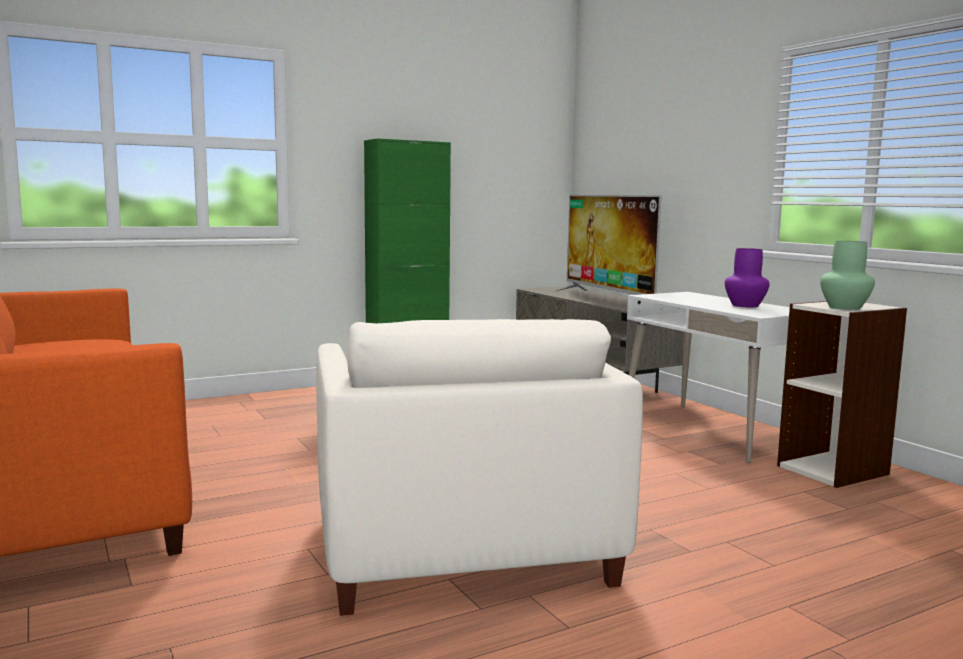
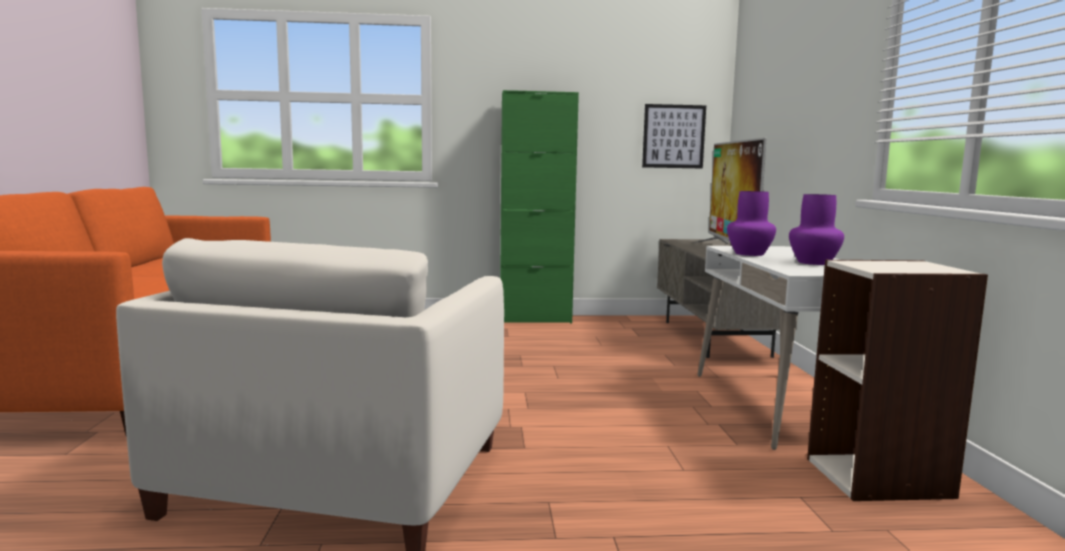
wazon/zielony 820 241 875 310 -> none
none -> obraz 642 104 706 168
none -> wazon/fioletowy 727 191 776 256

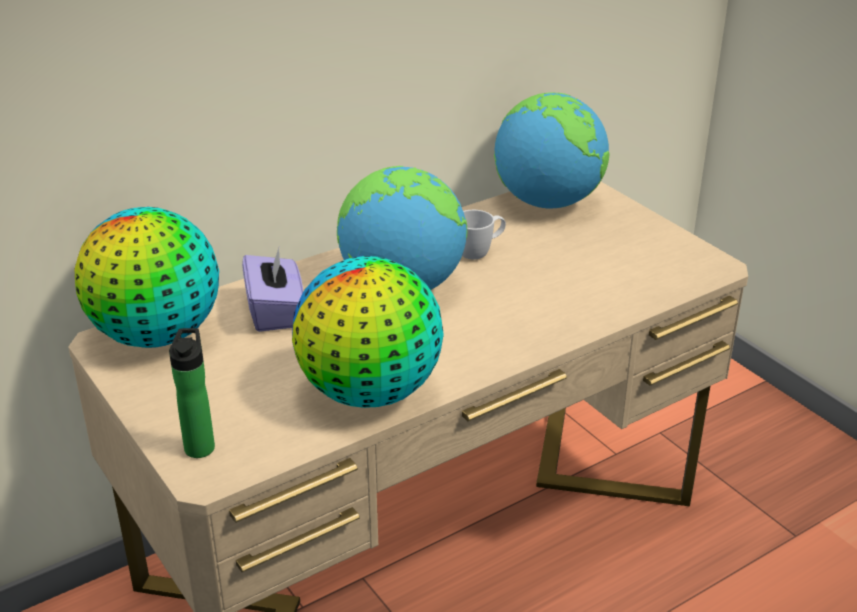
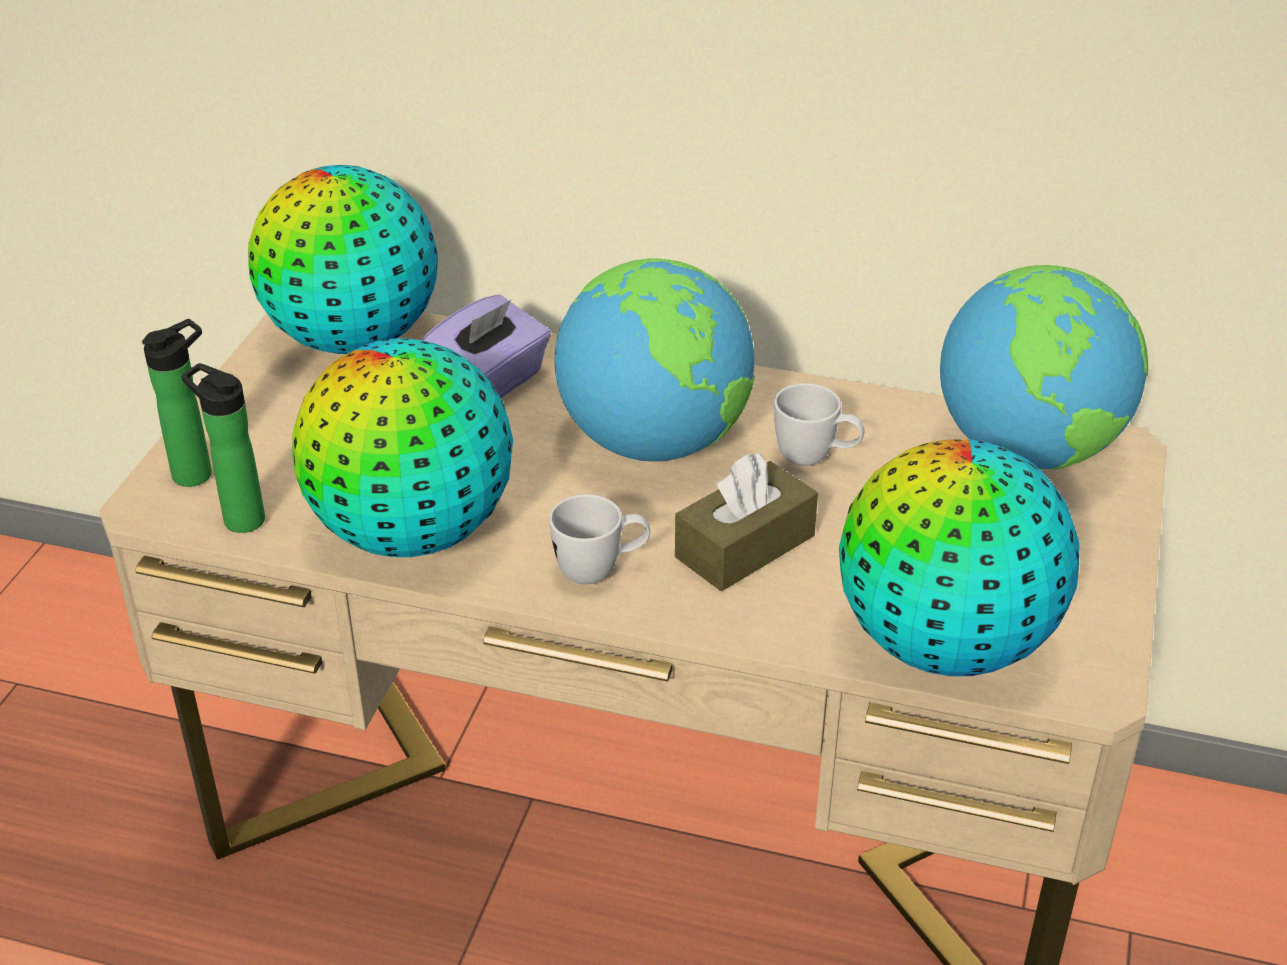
none -> butelka 181 363 265 533
none -> globus 839 439 1080 676
none -> pudełko chusteczek/brązowy 675 453 818 591
none -> kubek/biały 549 494 650 584

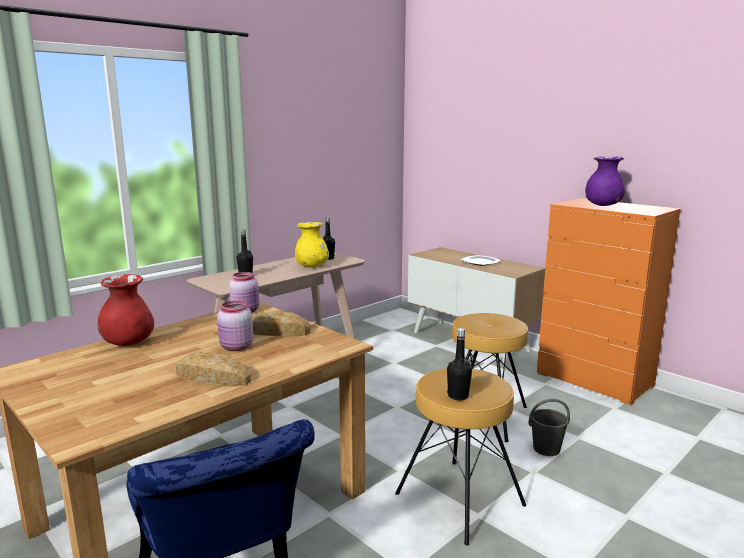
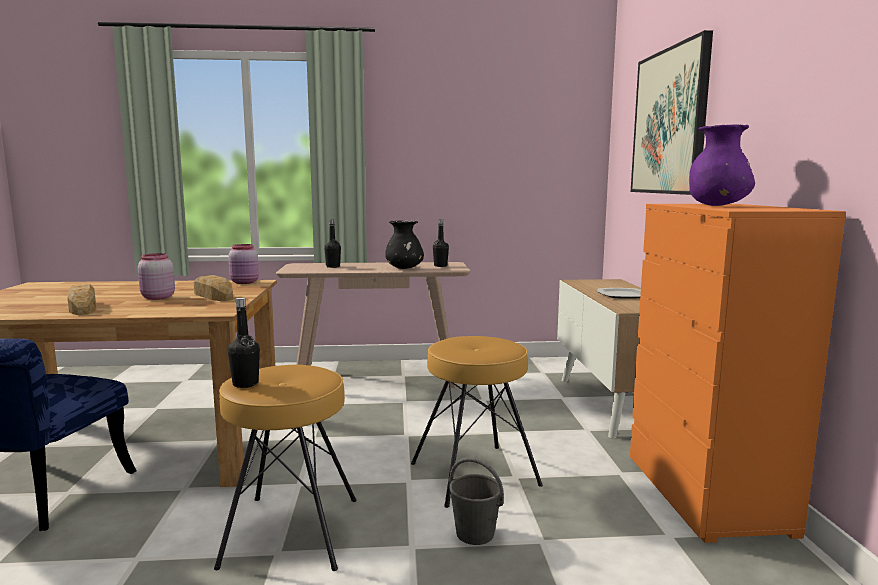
wazon/żółty 295 222 329 268 -> wazon/czarny 385 220 424 269
wazon/czerwony 98 274 154 346 -> none
none -> obraz 631 30 713 195

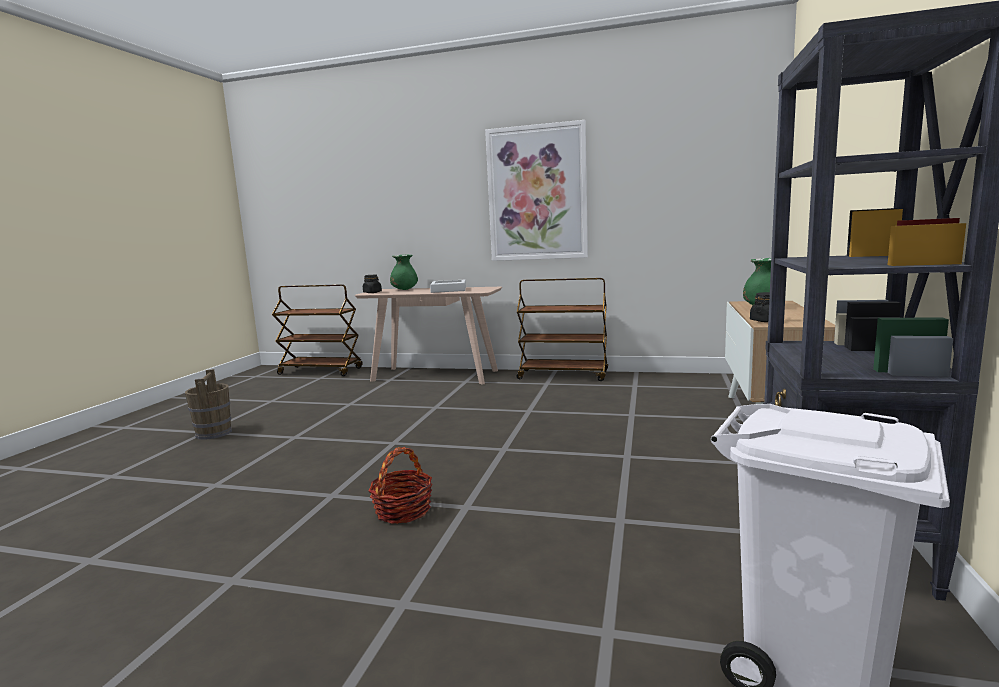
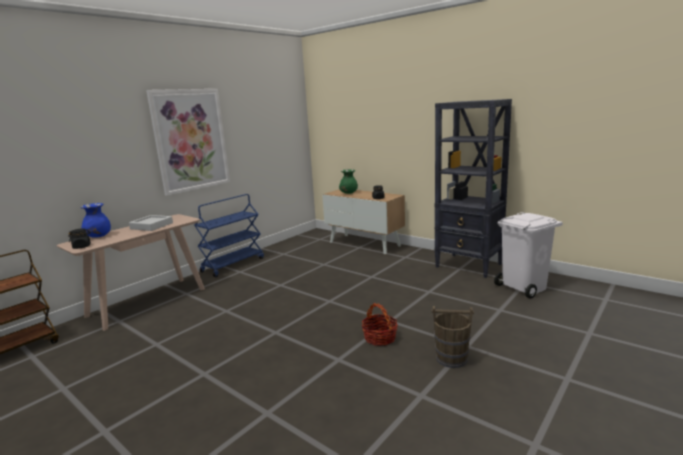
wazon/zielony 390 254 418 290 -> wazon/niebieski 81 203 111 238
wózek/brązowy 516 278 608 381 -> wózek/niebieski 194 194 264 277
wiadro/brązowy 185 369 232 440 -> wiadro/brązowy 431 306 474 368, relocated

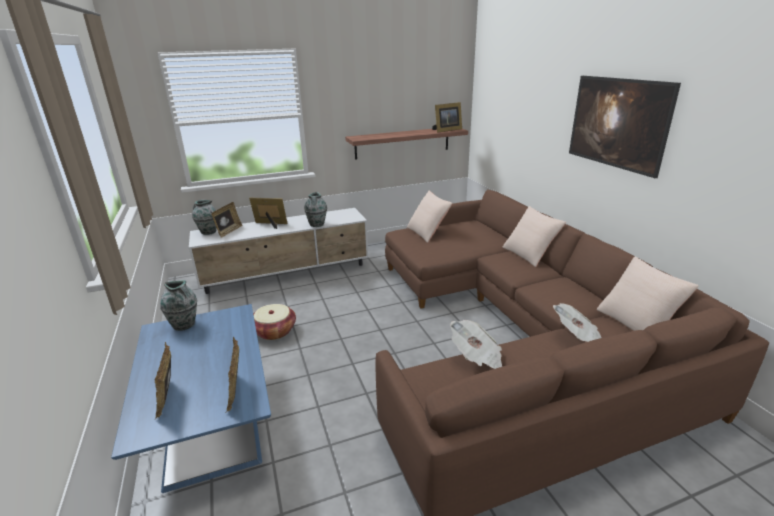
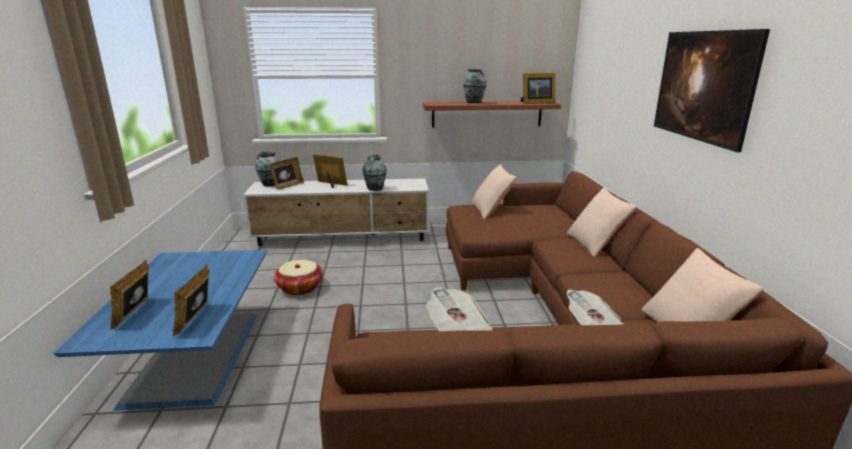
wazon 160 280 197 331 -> wazon 463 69 487 103, relocated

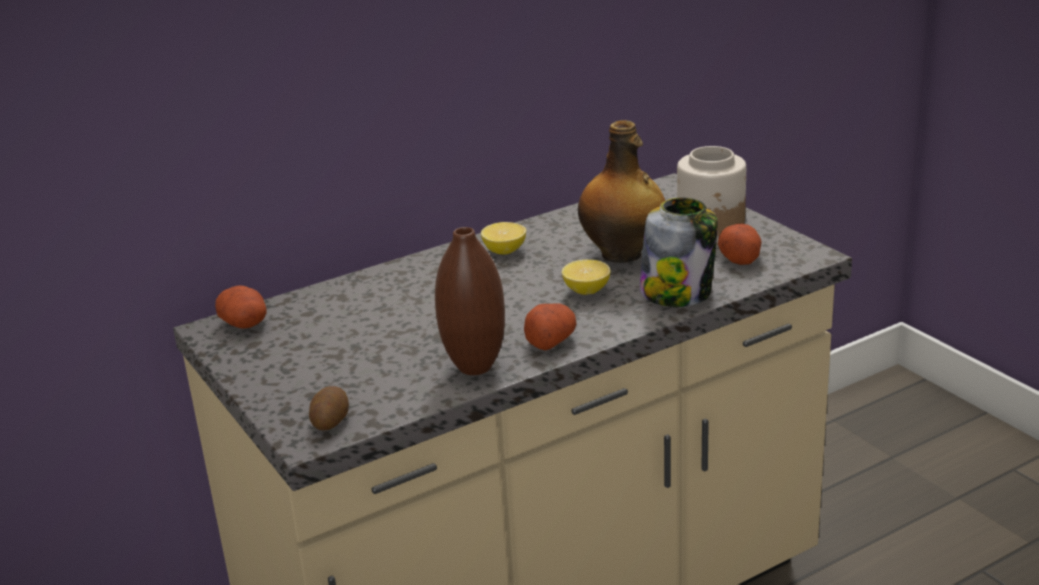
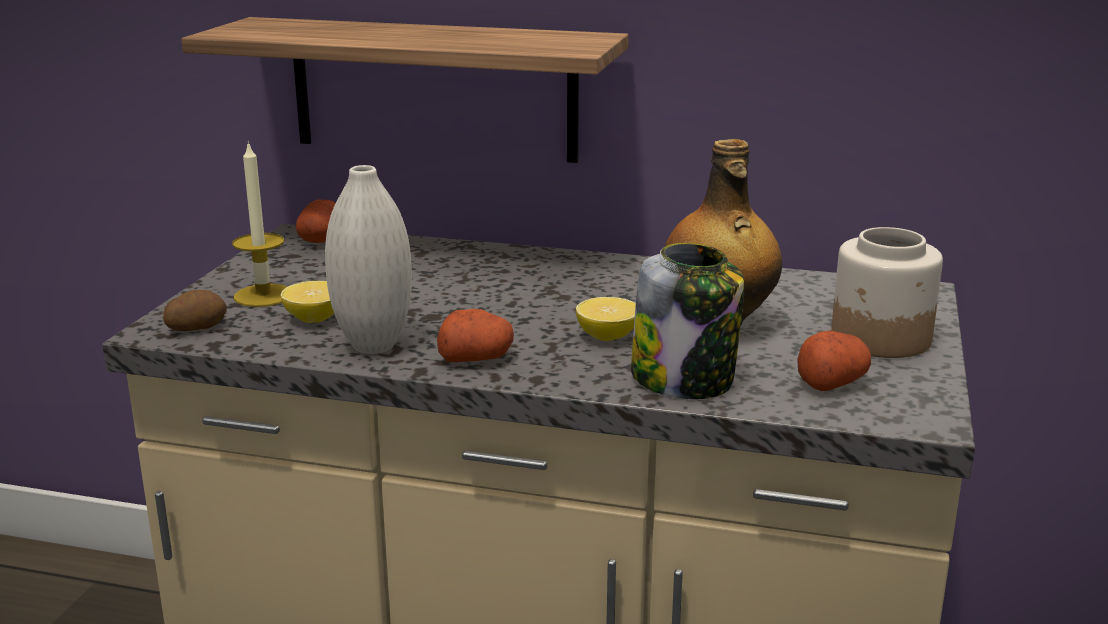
cytryna 481 222 526 254 -> cytryna 281 281 334 323, relocated
wazon/brązowy 435 227 505 375 -> wazon/biały 325 165 412 354
none -> półka 181 17 629 163
none -> świeca 232 141 288 307

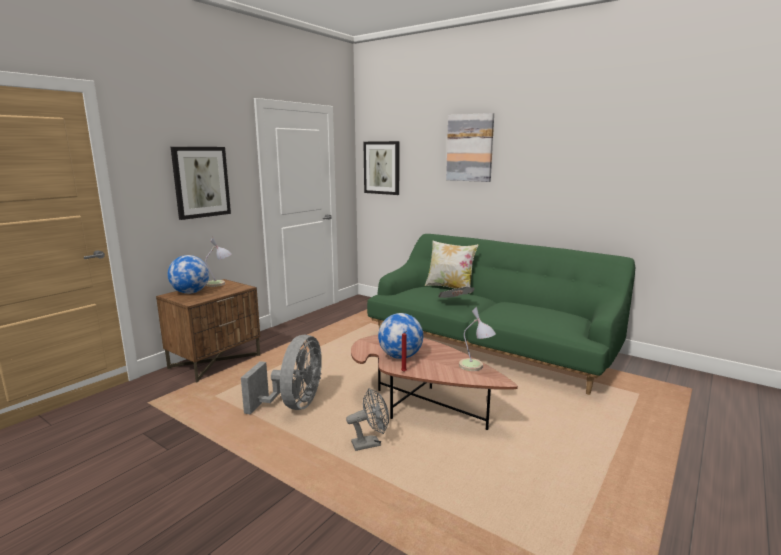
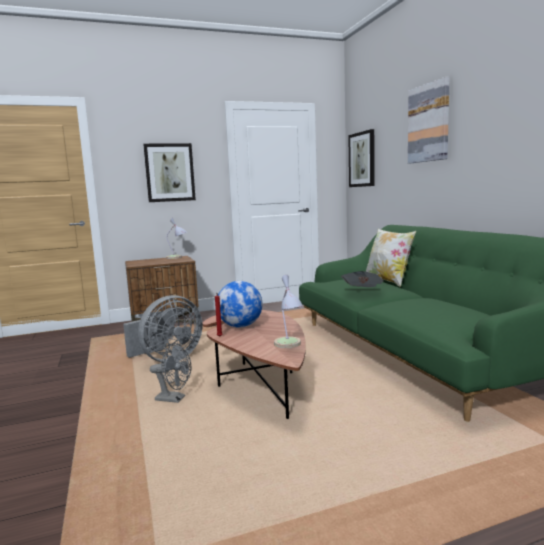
globus 167 255 209 294 -> none

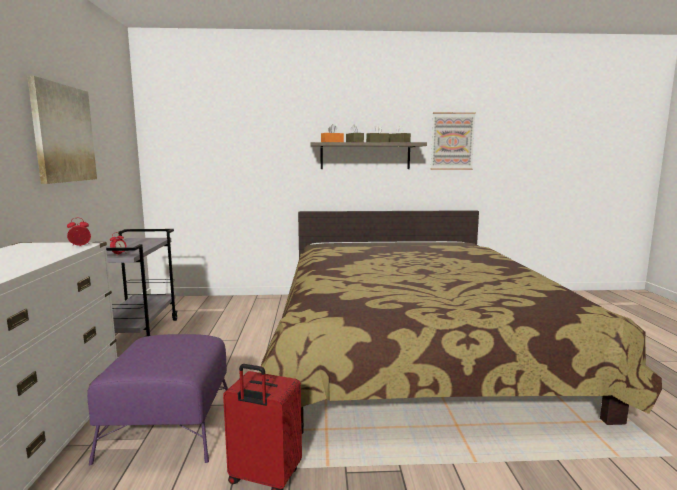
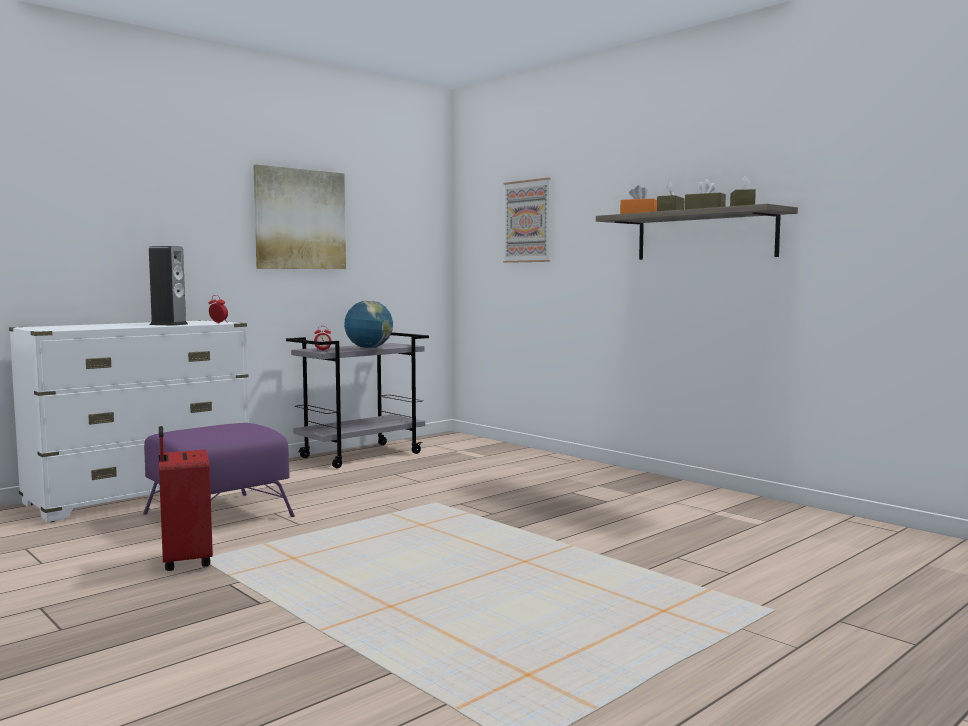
obraz 430 112 476 170 -> obraz 503 178 550 263, relocated
łóżko 259 210 662 434 -> none
none -> głośnik 149 246 188 326
none -> globus 344 300 393 349

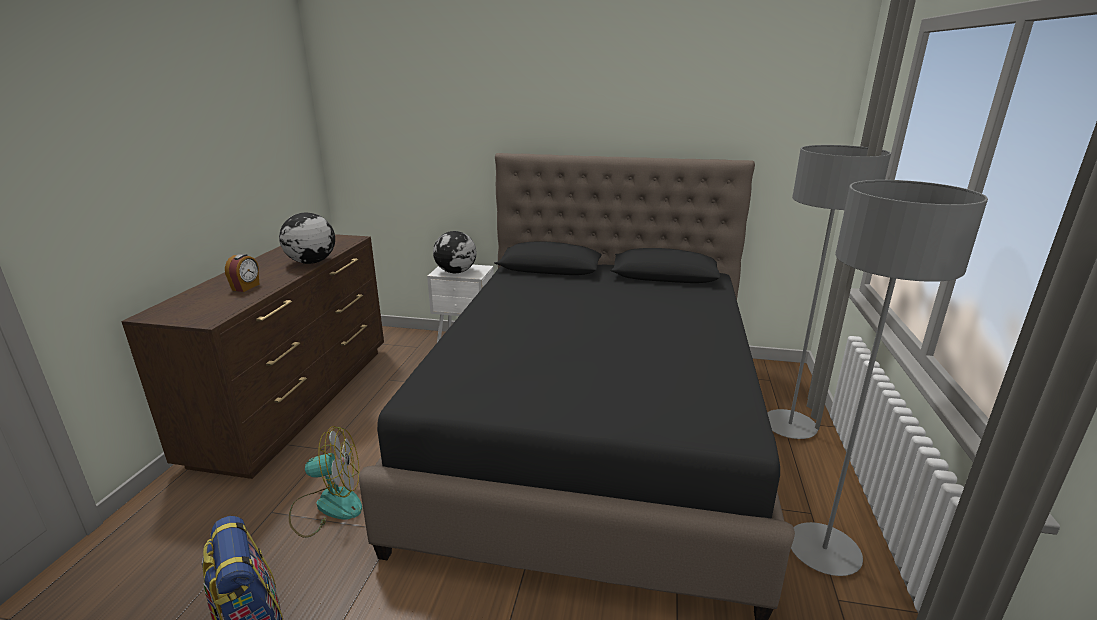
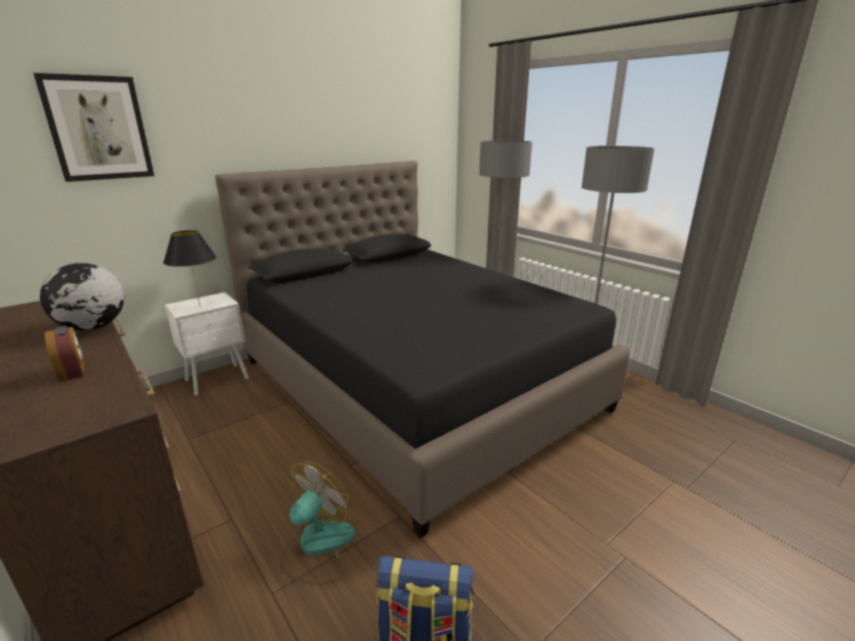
globus 433 231 476 273 -> lampa stołowa/czarny 163 230 217 307
none -> obraz 33 73 154 182

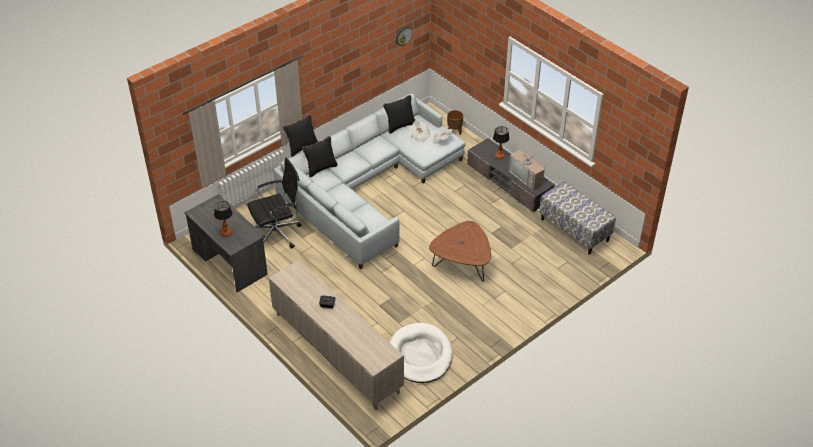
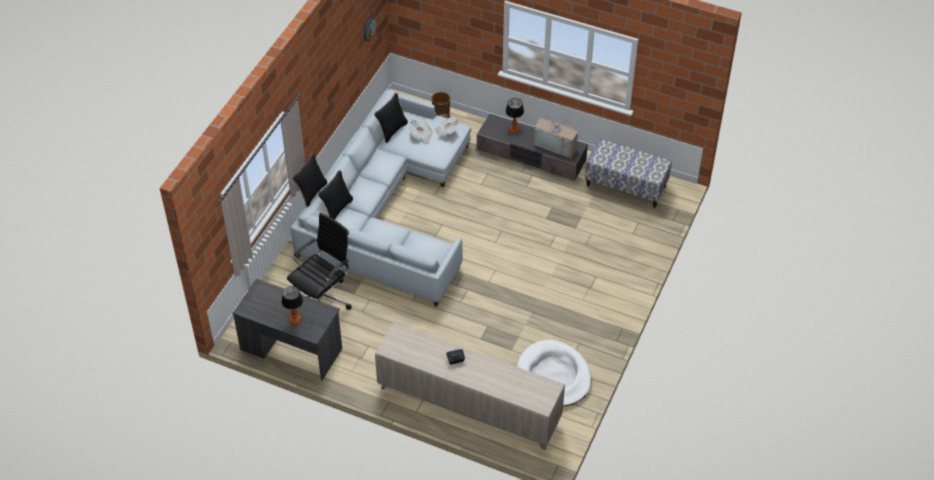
ława/brązowy 429 221 491 281 -> none

